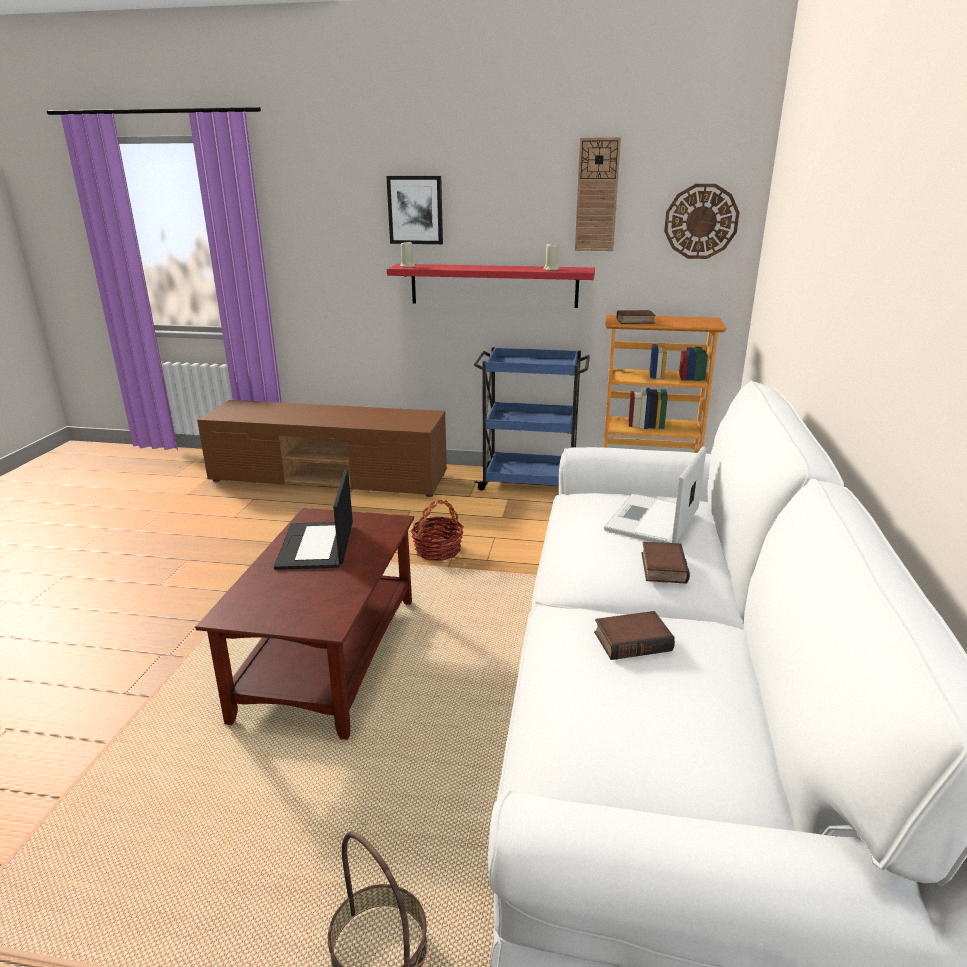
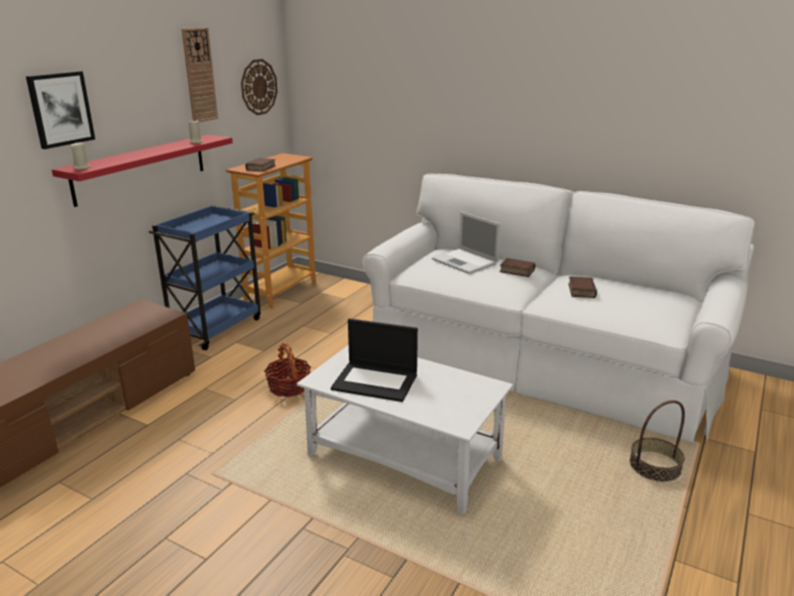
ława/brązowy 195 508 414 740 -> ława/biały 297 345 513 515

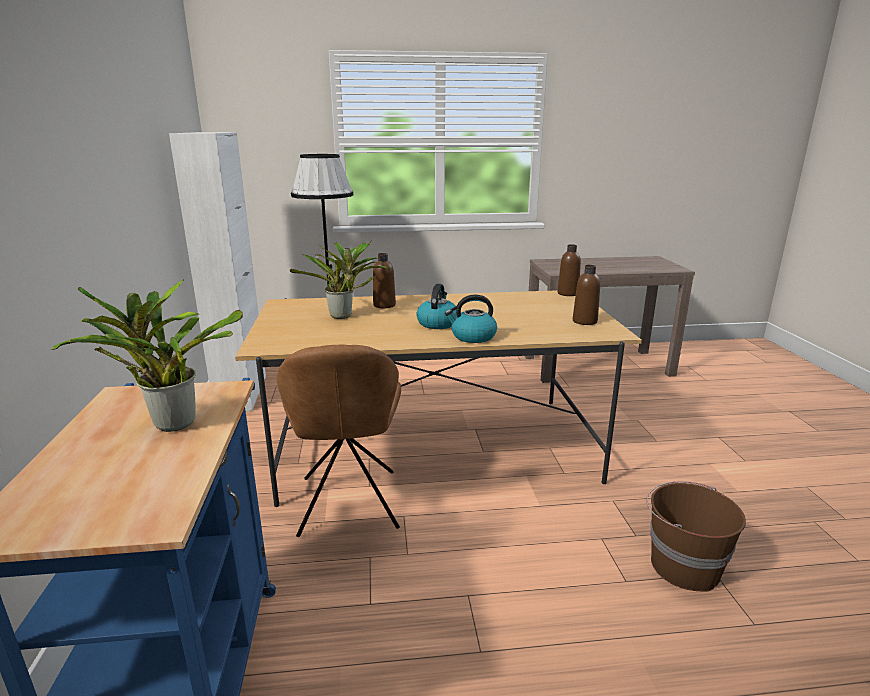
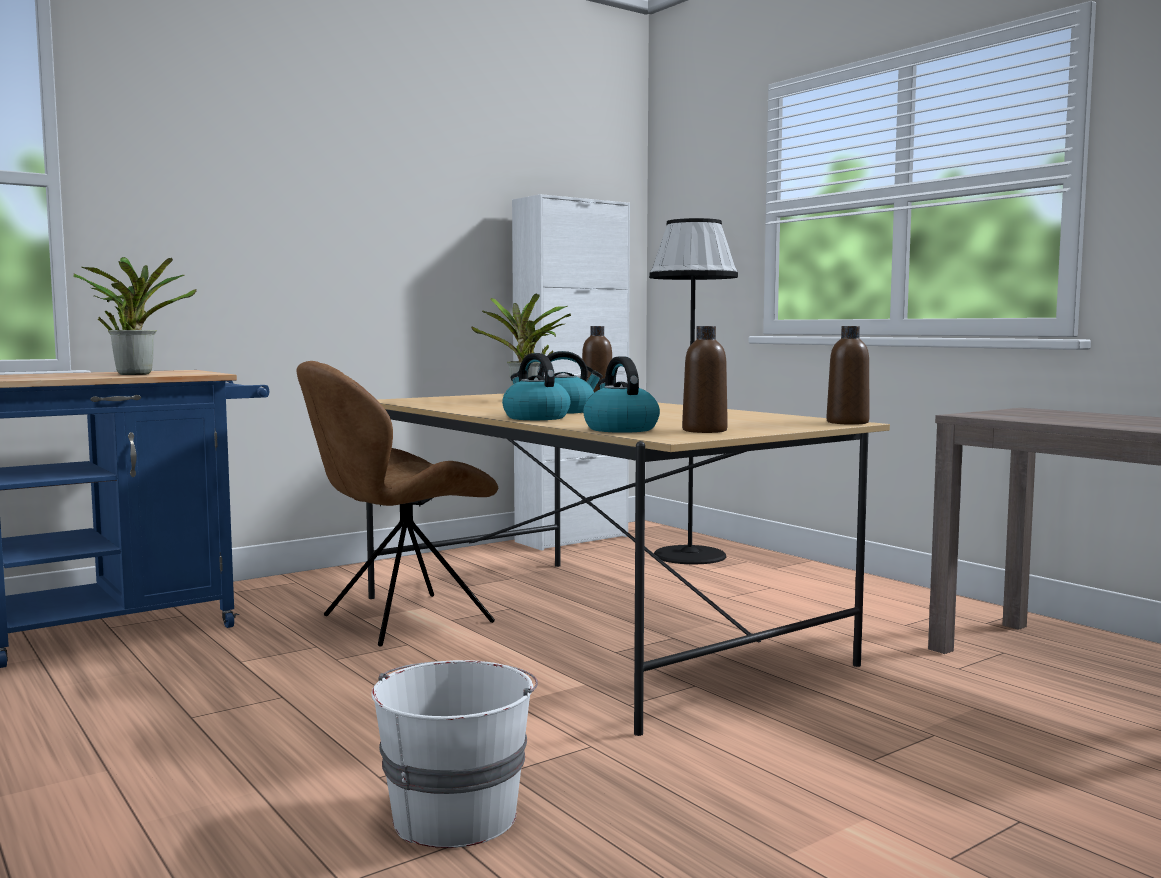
wiadro/brązowy 646 481 746 592 -> wiadro/biały 371 660 538 848
none -> czajnik 583 356 660 433

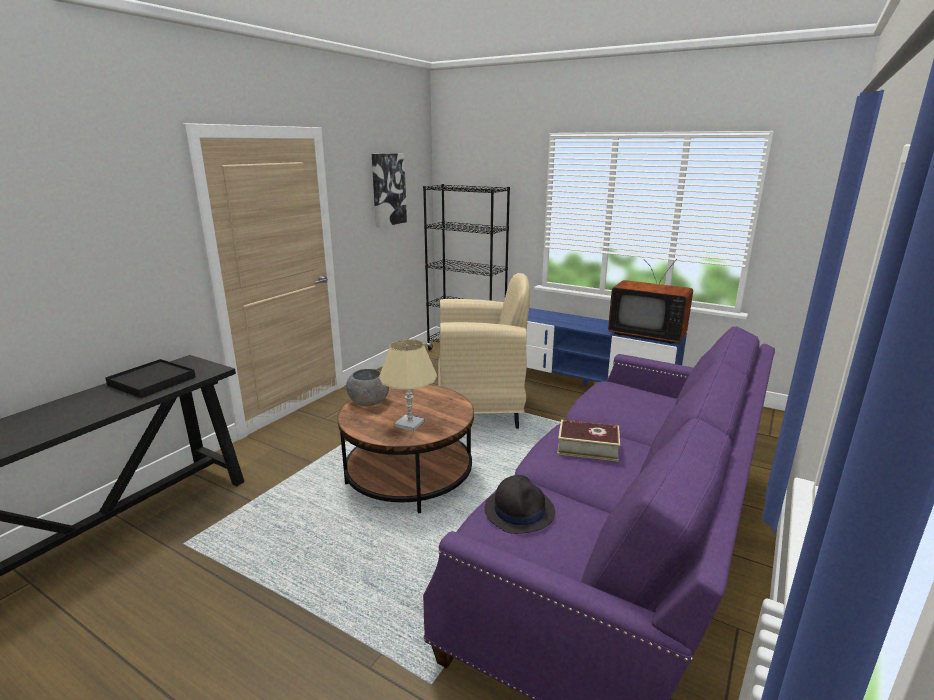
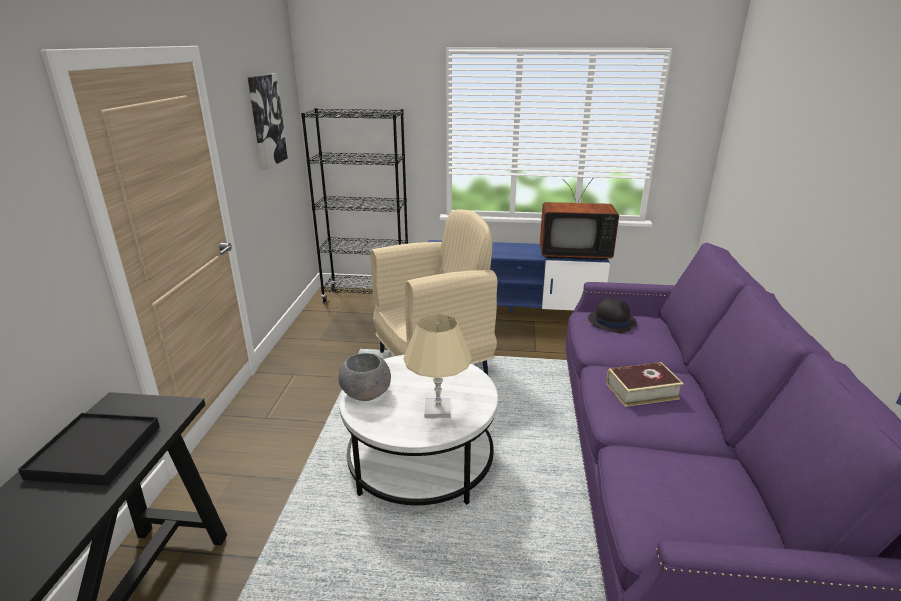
ława/brązowy 337 385 474 513 -> ława/biały 339 355 498 505
kapelusz/czarny 484 475 555 534 -> kapelusz/czarny 588 298 637 333, relocated

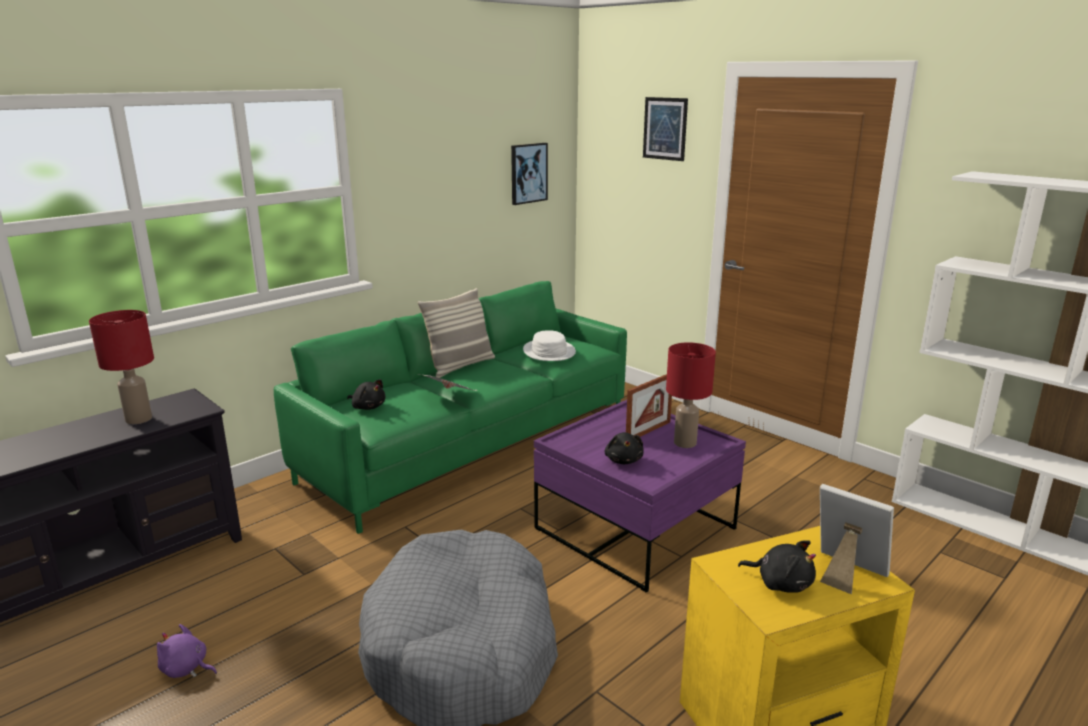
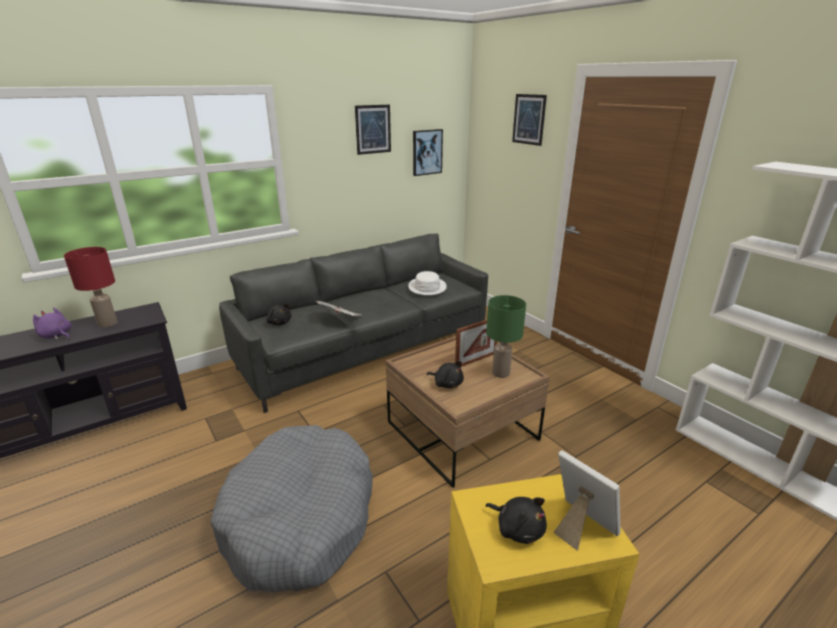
kanapa/zielony 274 281 627 534 -> kanapa/szary 219 234 488 413
poduszka 418 288 495 378 -> none
lampa stołowa/czerwony 666 342 716 448 -> lampa stołowa/zielony 486 295 526 378
ława/fioletowy 534 400 746 592 -> ława/brązowy 386 336 550 488
pluszak/czarny 605 432 643 464 -> pluszak/czarny 427 361 464 388, 60 degrees counterclockwise
pluszak/fioletowy 157 624 217 678 -> pluszak/fioletowy 33 308 72 340, relocated
none -> obraz 355 105 391 155

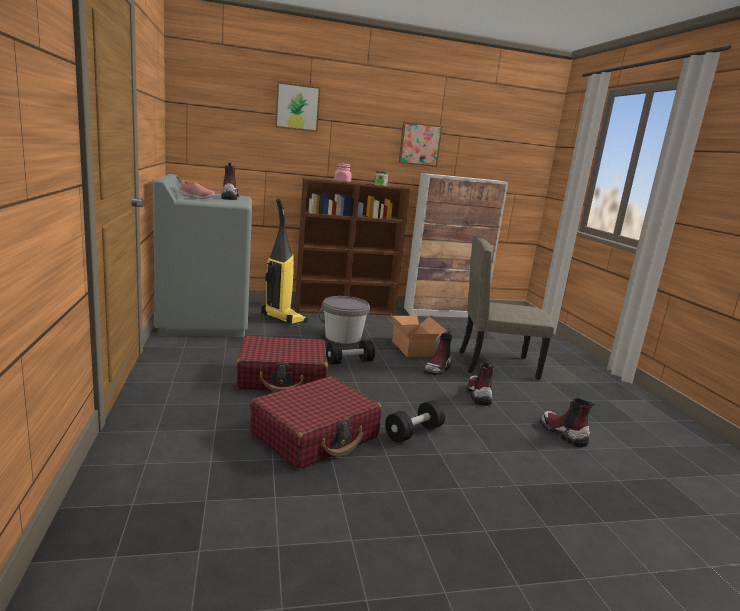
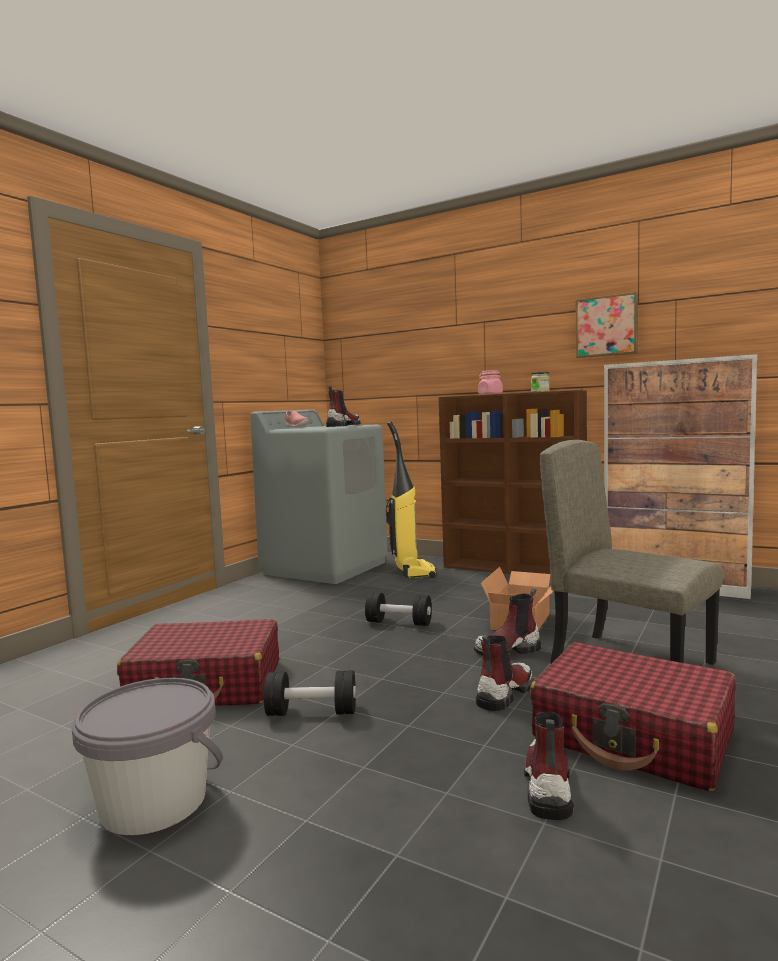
obraz 275 82 321 132 -> none
wiadro/szary 319 296 370 344 -> wiadro/szary 72 678 223 835, relocated
walizka/czerwony 236 336 328 392 -> walizka/czerwony 530 642 736 791, relocated

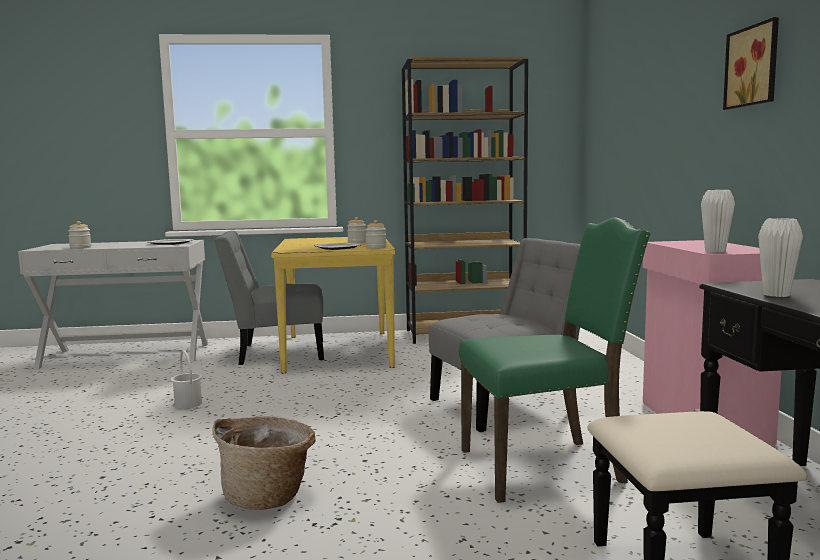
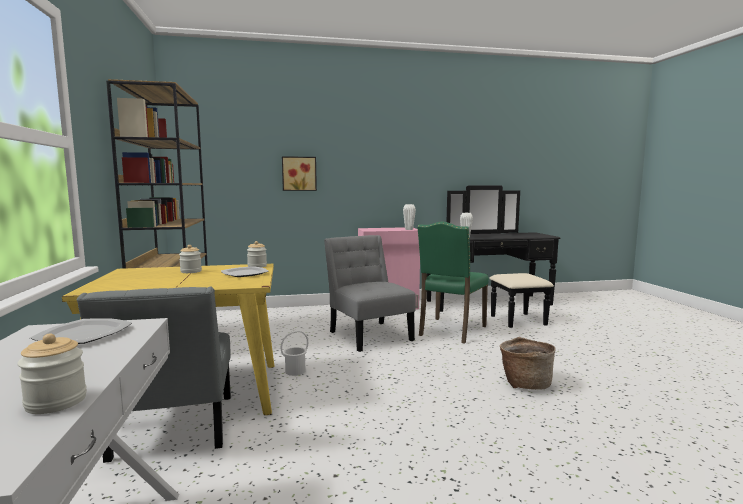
obraz 723 17 779 110 -> obraz 282 156 317 191, relocated
krzesło/zielony 459 218 650 503 -> krzesło/zielony 417 221 489 344, 135 degrees counterclockwise
wiadro/biały 170 350 202 409 -> wiadro/biały 280 331 308 376, relocated

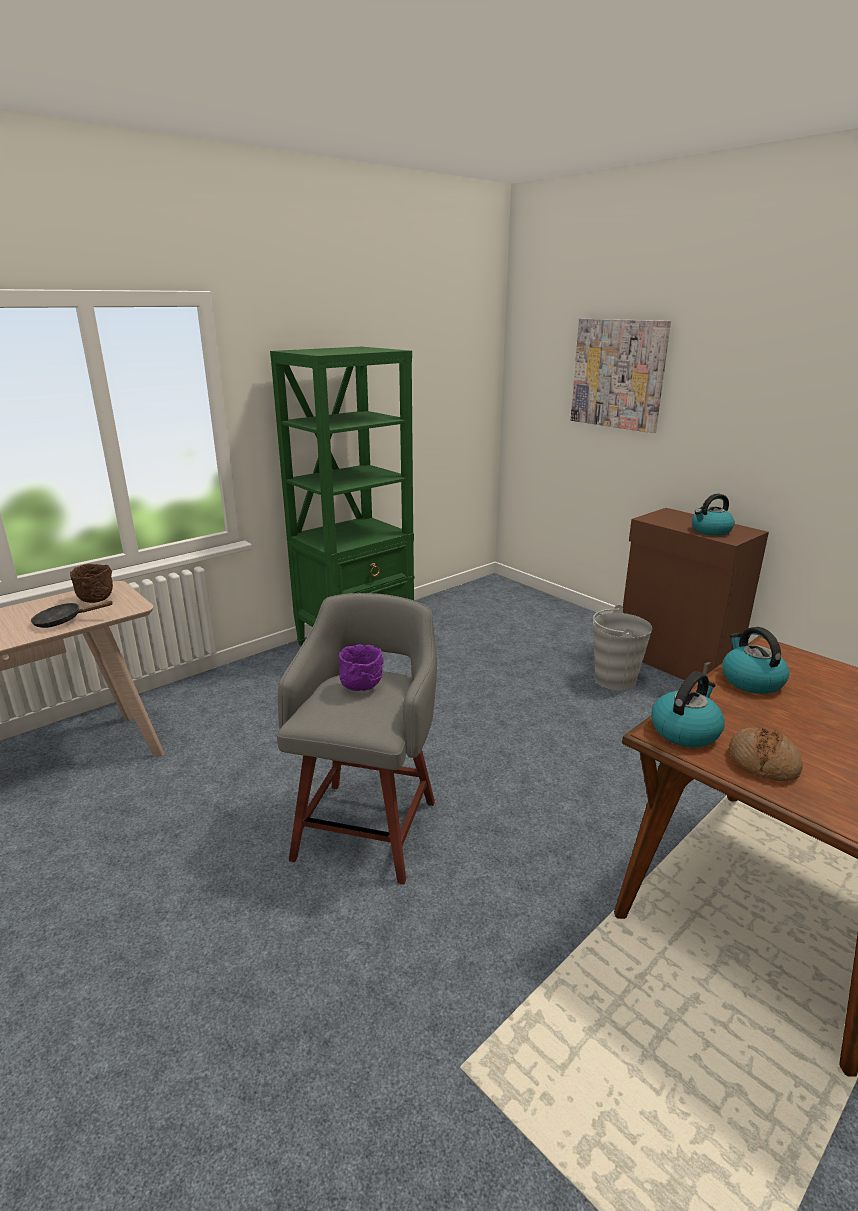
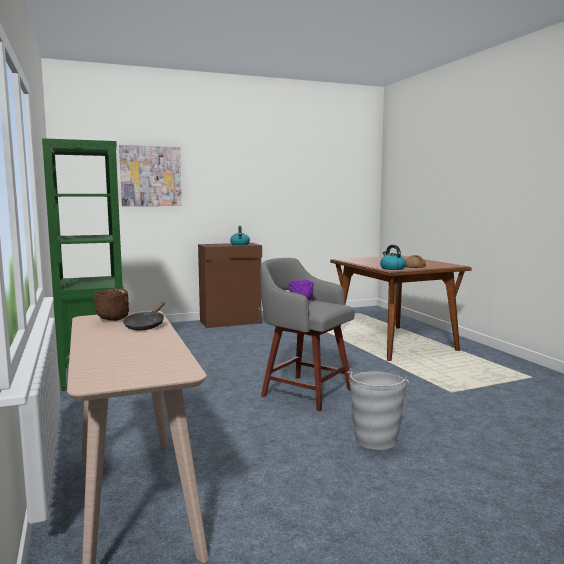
wiadro/szary 593 605 652 691 -> wiadro/szary 347 368 409 450, relocated
czajnik 722 627 789 694 -> none

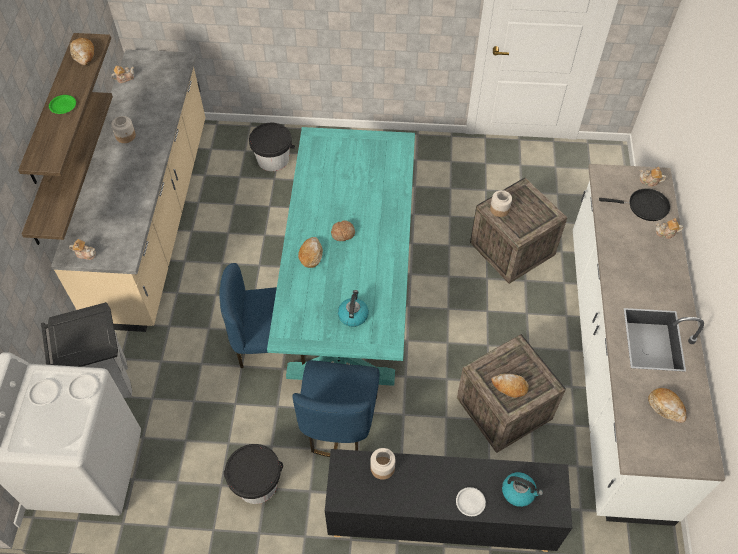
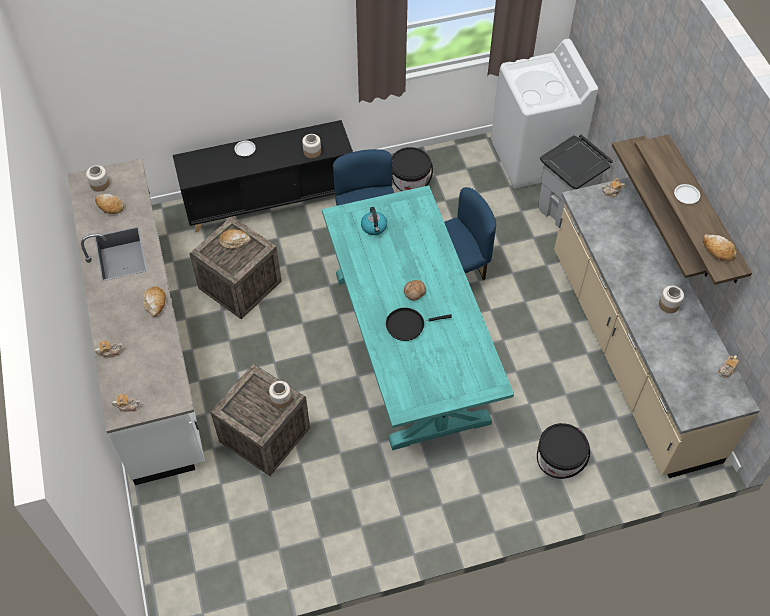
talerz/zielony 49 95 76 114 -> talerz/biały 674 184 700 204
patelnia/czarny 599 188 670 221 -> patelnia/czarny 386 308 452 341, relocated
chleb 298 237 323 268 -> chleb 143 287 166 317, relocated
czajnik 502 472 543 507 -> none
none -> słoik 86 165 110 192

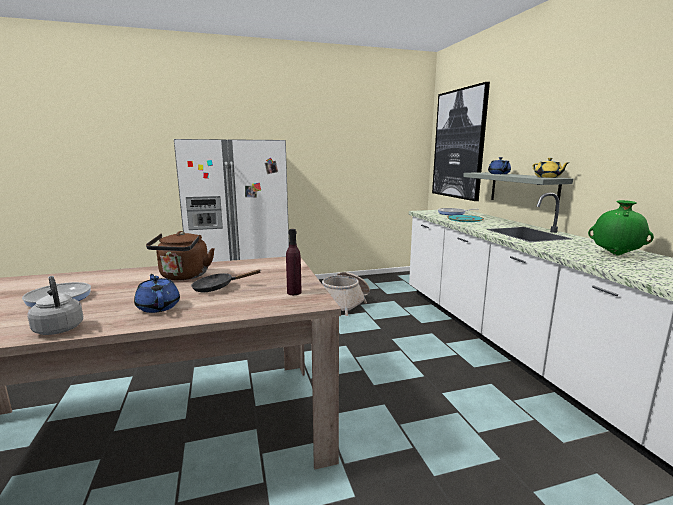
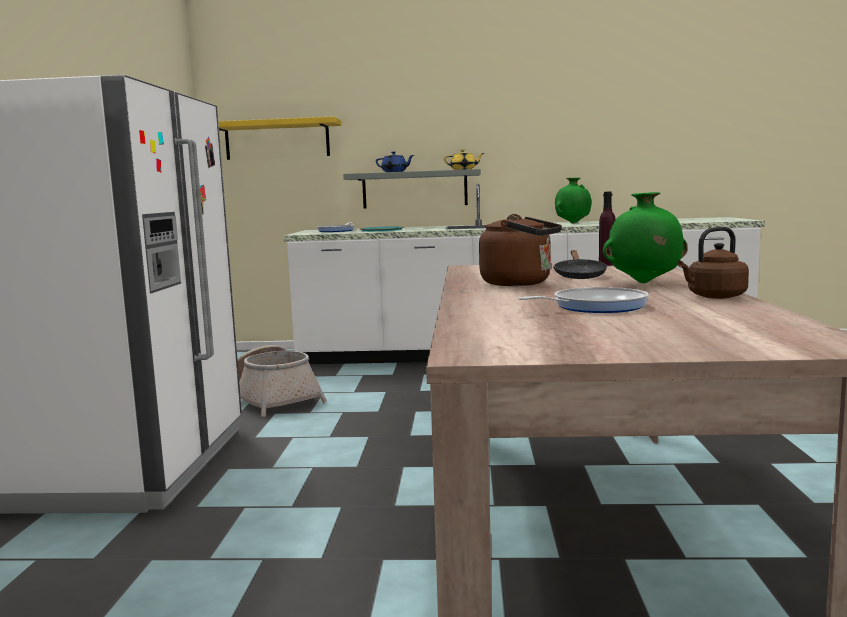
obraz 432 82 490 201 -> półka/żółty 218 116 341 160
imbryk/niebieski 134 274 180 313 -> wazon/zielony 603 192 688 283
czajnik/szary 27 276 83 335 -> czajnik/brązowy 677 227 749 299

